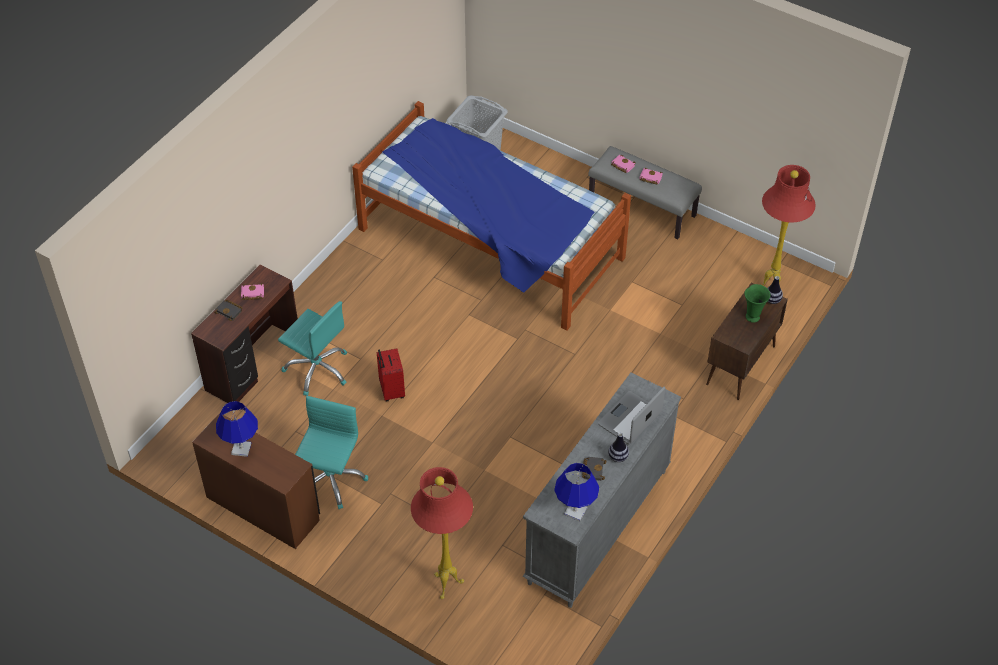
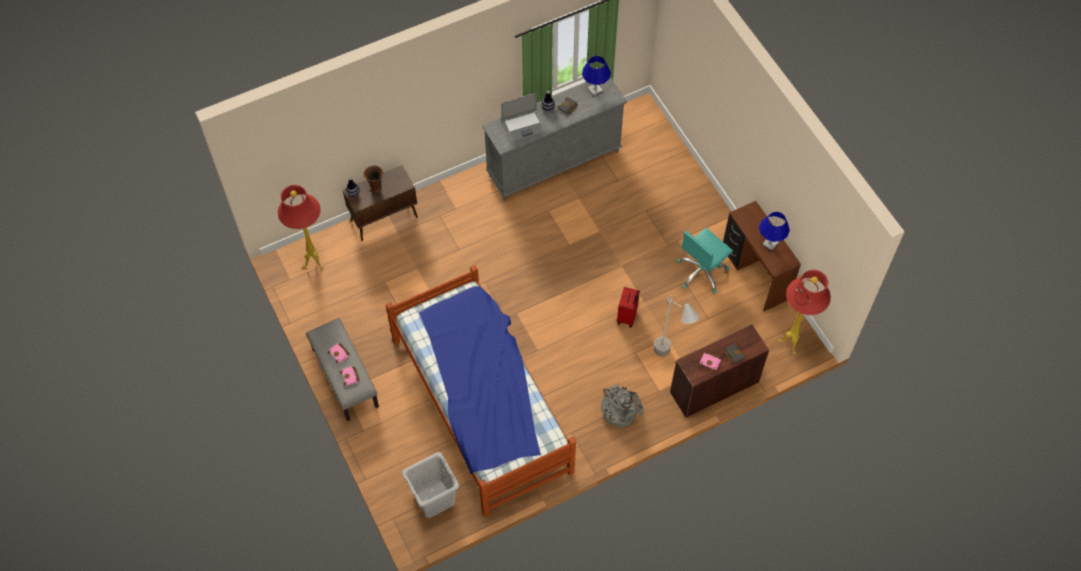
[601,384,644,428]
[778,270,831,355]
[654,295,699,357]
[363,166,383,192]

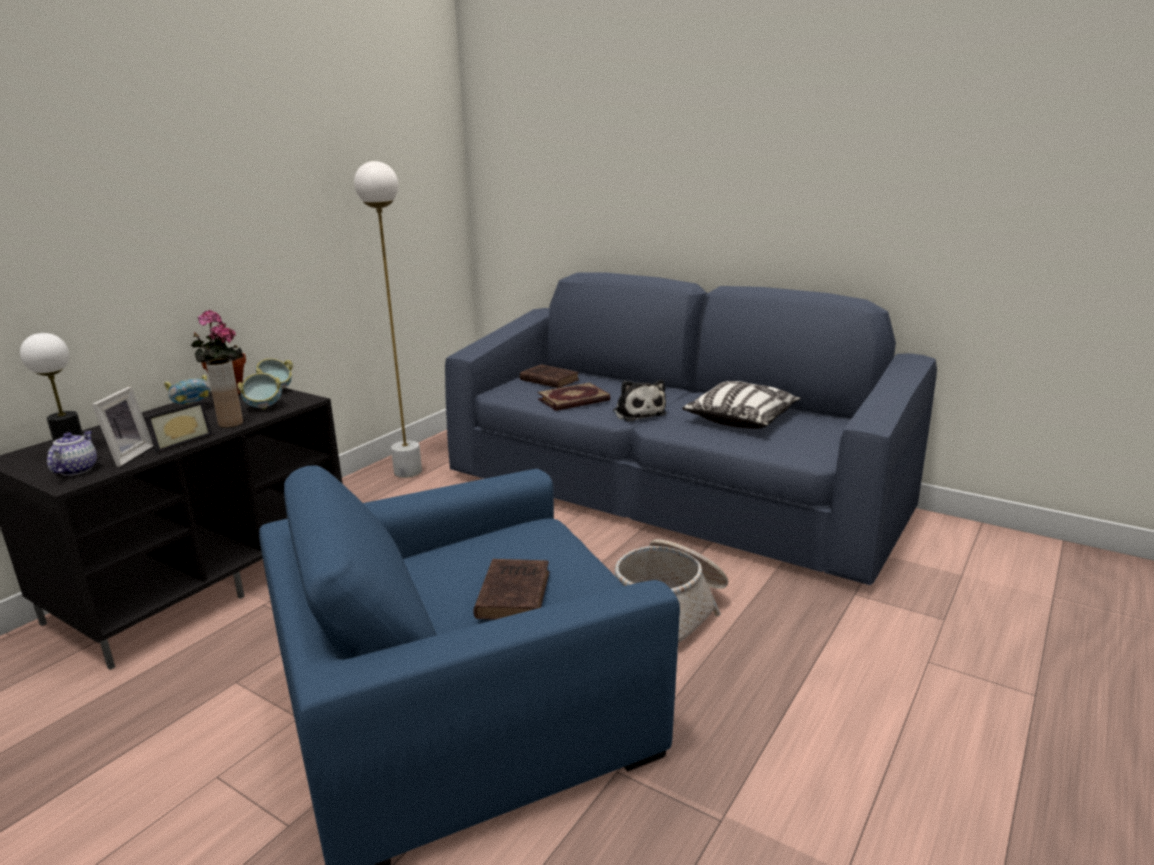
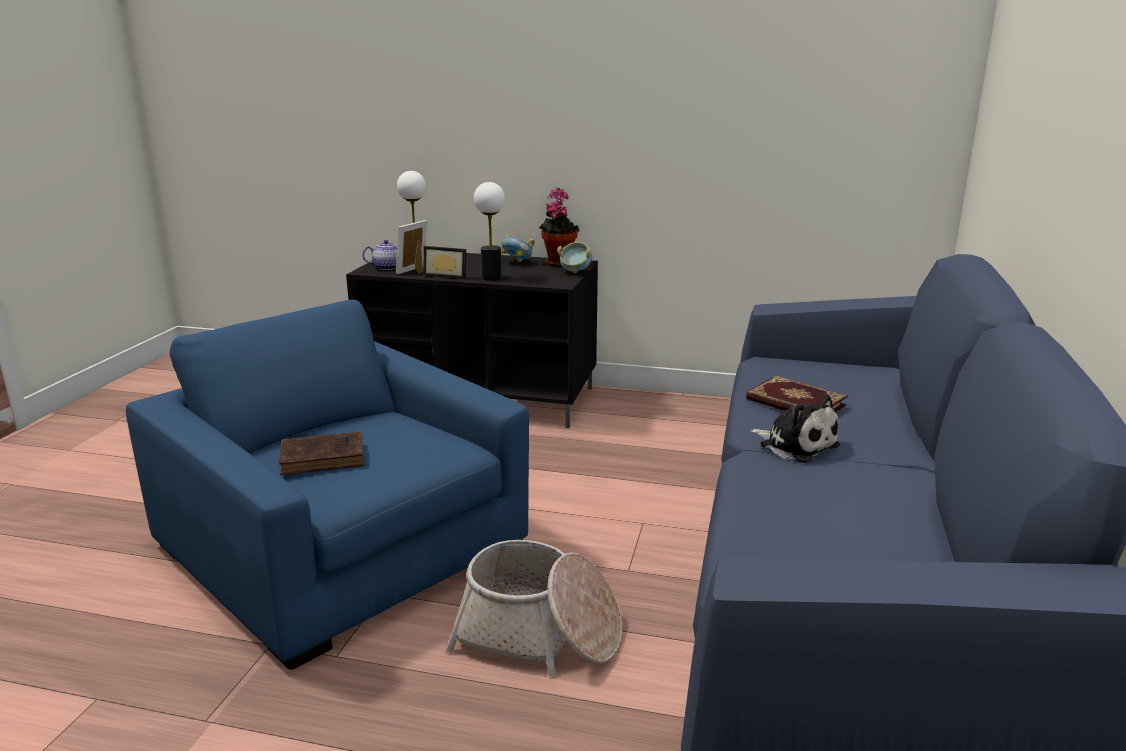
[238,373,282,409] (first image)
[354,161,422,478] (first image)
[520,364,579,388] (first image)
[682,381,801,429] (first image)
[474,182,505,281]
[396,220,427,274]
[750,396,840,463]

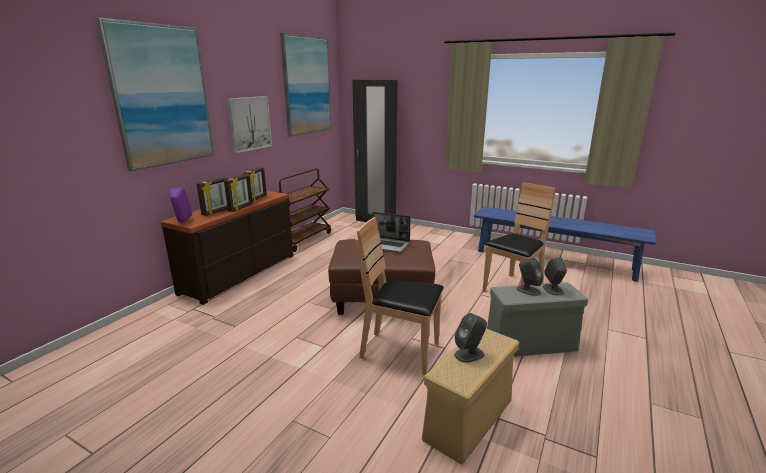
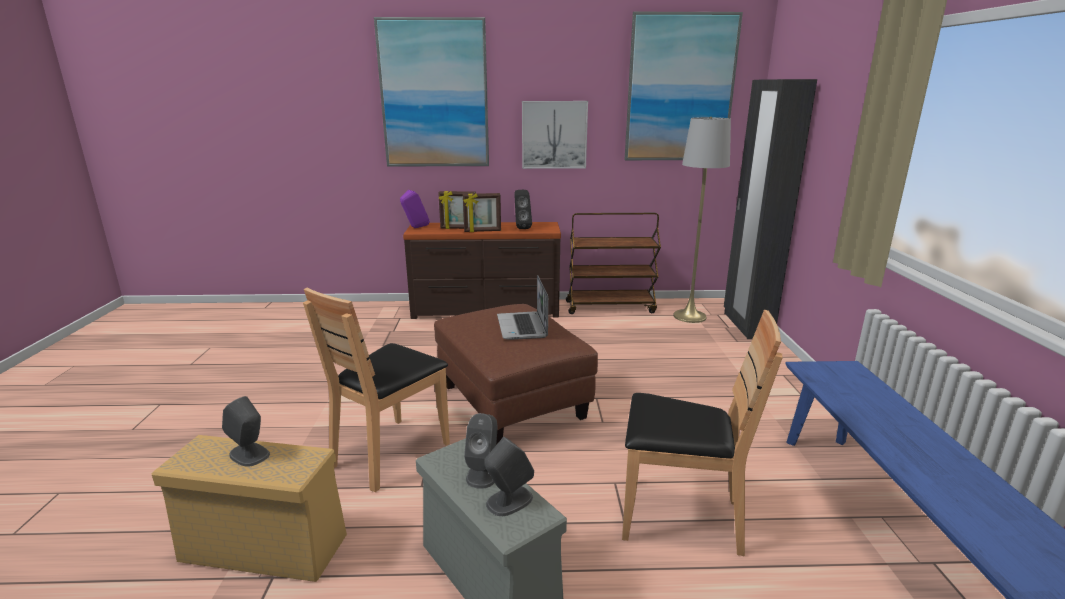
[673,117,731,323]
[514,190,532,229]
[303,288,450,492]

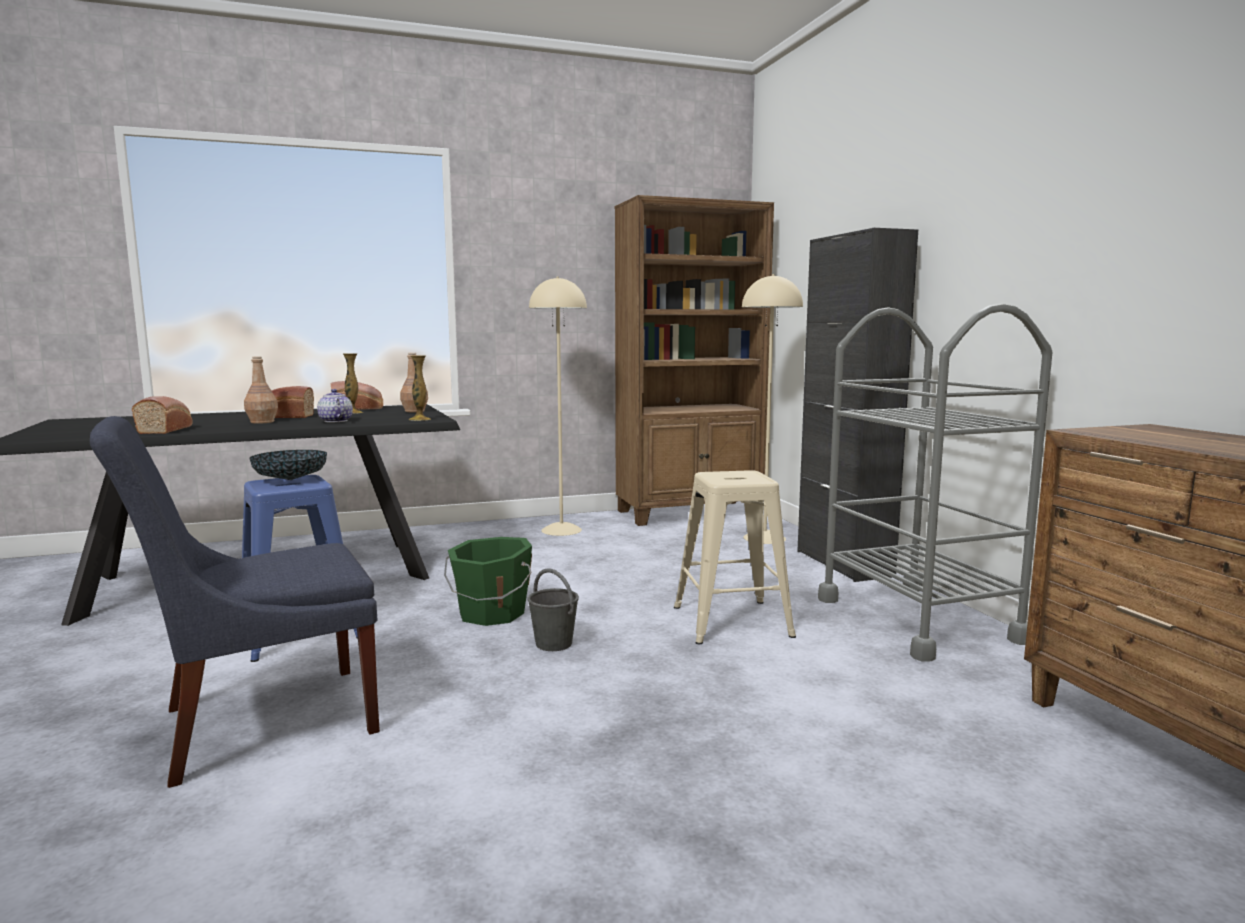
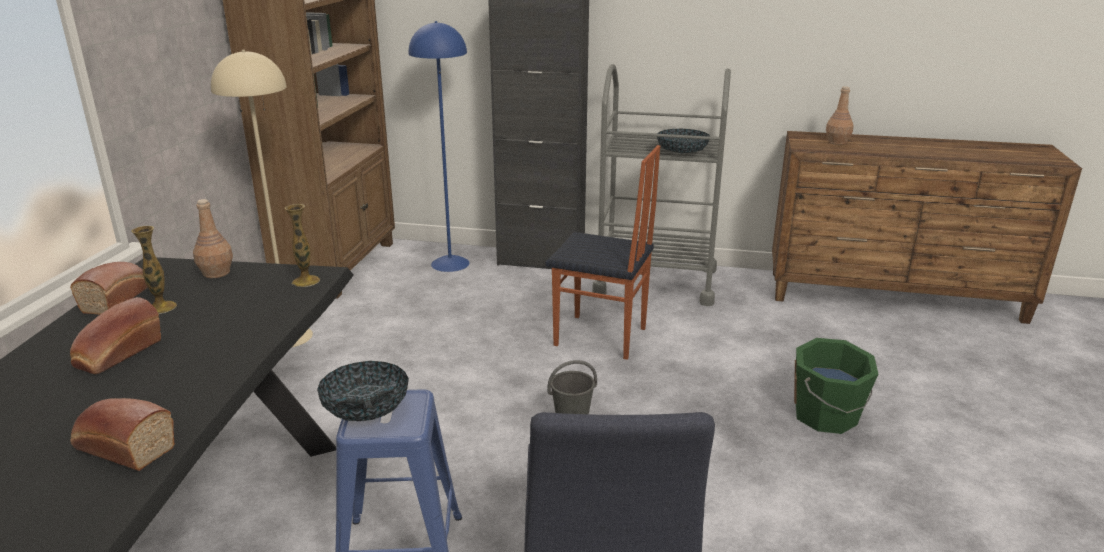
[317,389,353,423] (first image)
[657,129,710,153]
[826,86,854,145]
[794,338,878,434]
[546,145,660,360]
[409,21,469,272]

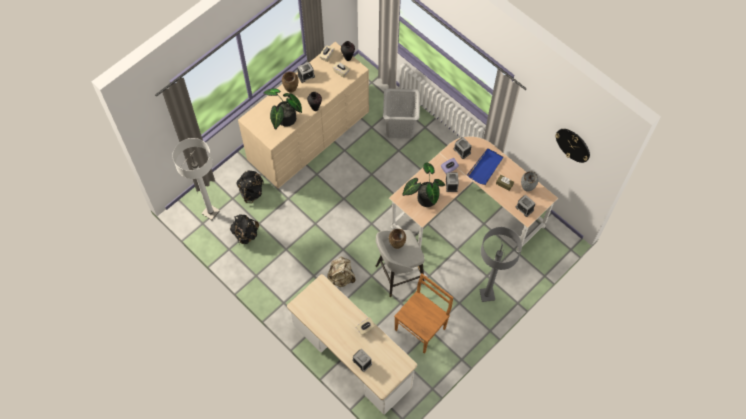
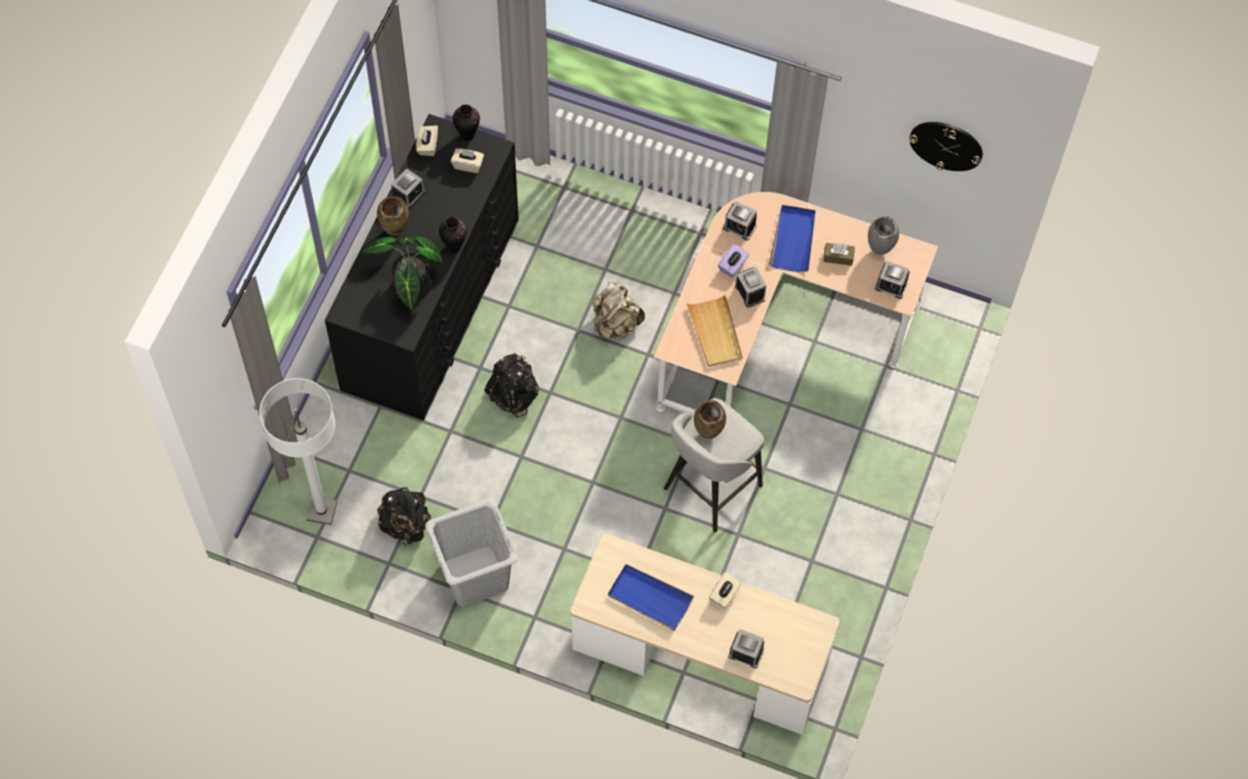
[394,273,453,354] (first image)
[479,227,522,302] (first image)
[608,564,694,631]
[484,353,539,418]
[592,282,645,338]
[425,499,518,607]
[687,294,743,367]
[325,114,519,421]

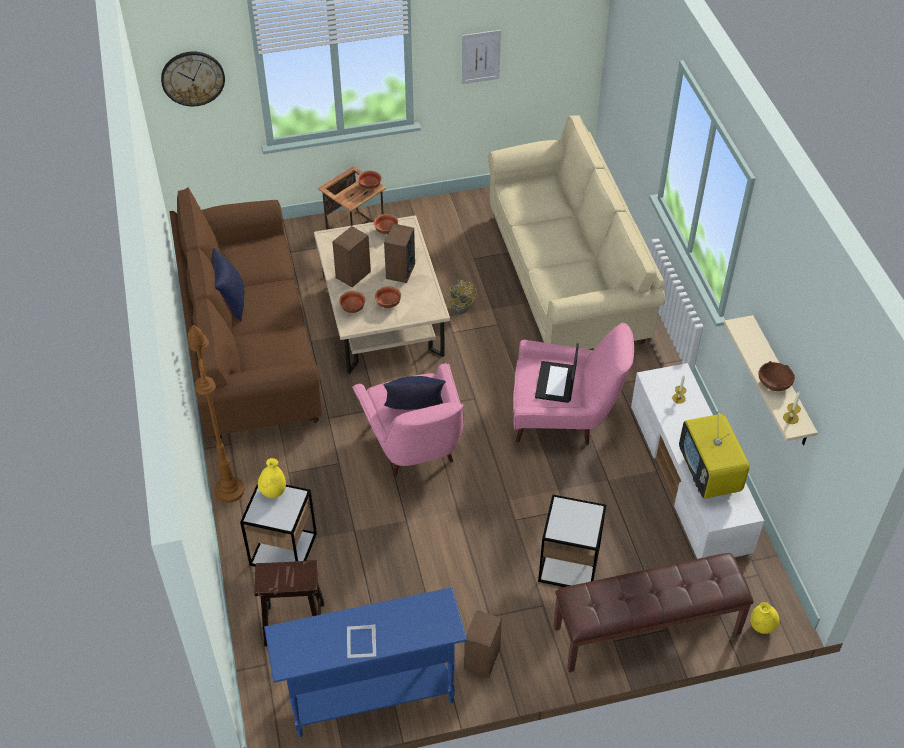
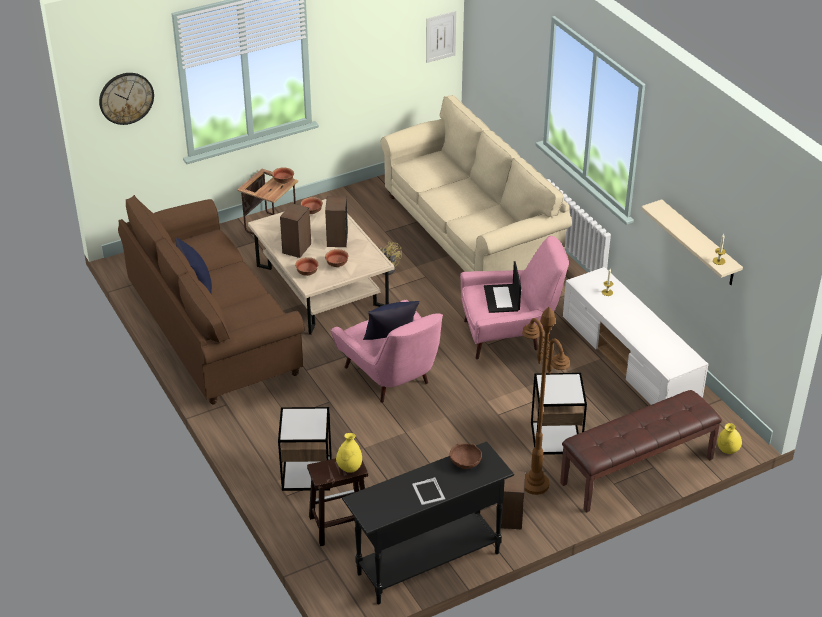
[679,411,750,499] (first image)
[522,307,570,495]
[336,433,362,473]
[426,11,456,63]
[450,443,482,469]
[342,441,514,604]

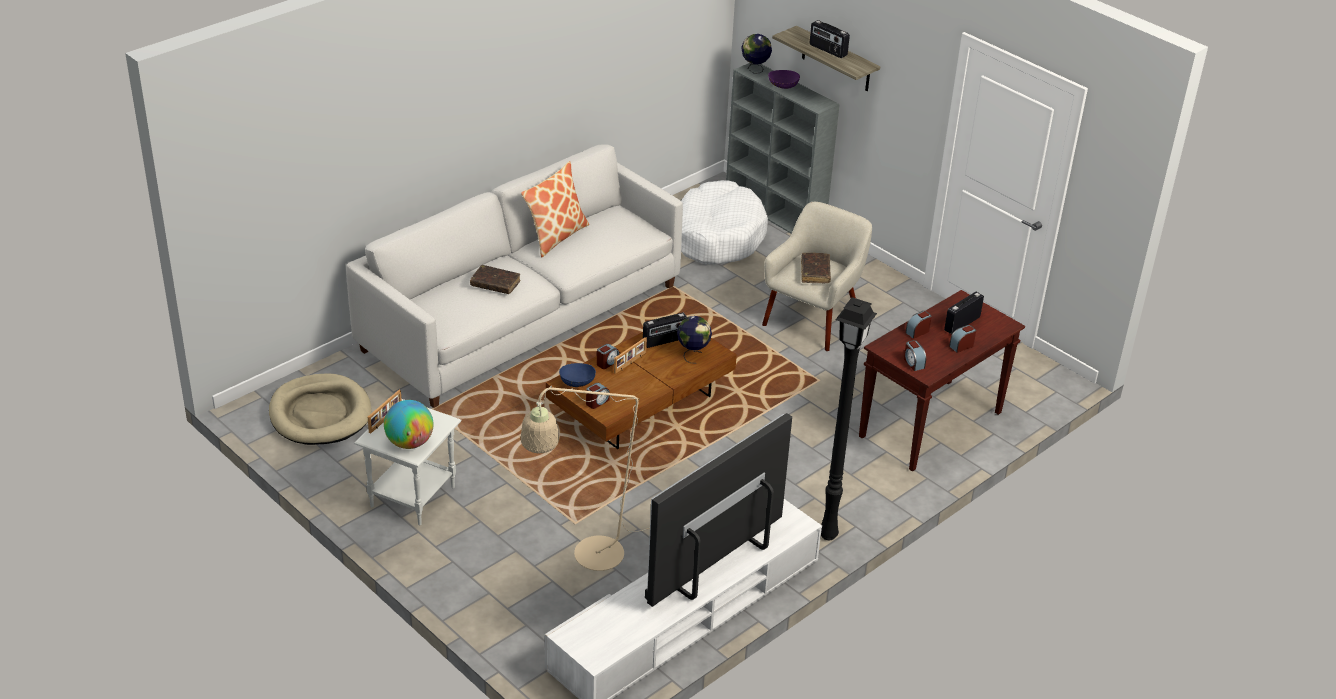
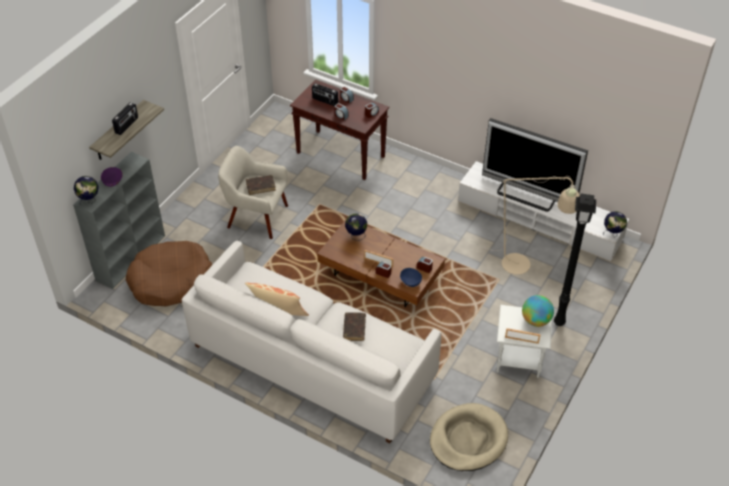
[643,313,687,348] (first image)
[603,211,627,237]
[554,193,596,326]
[126,241,212,306]

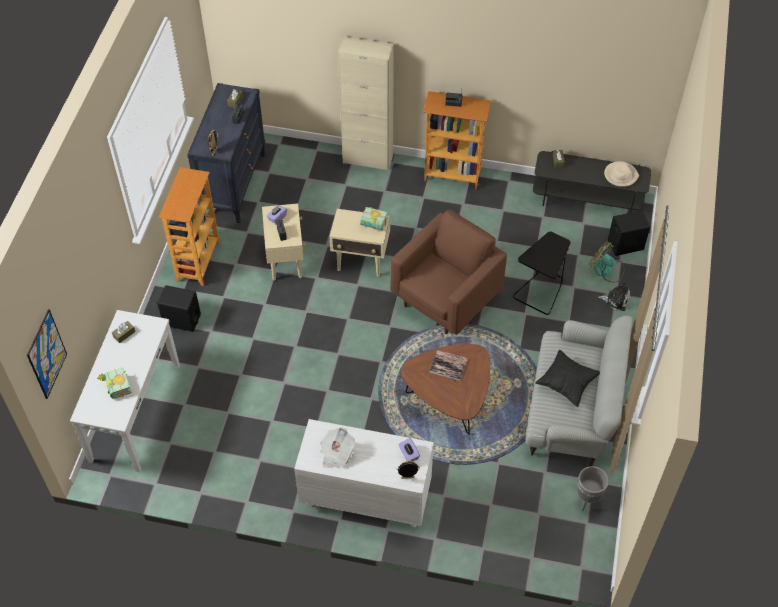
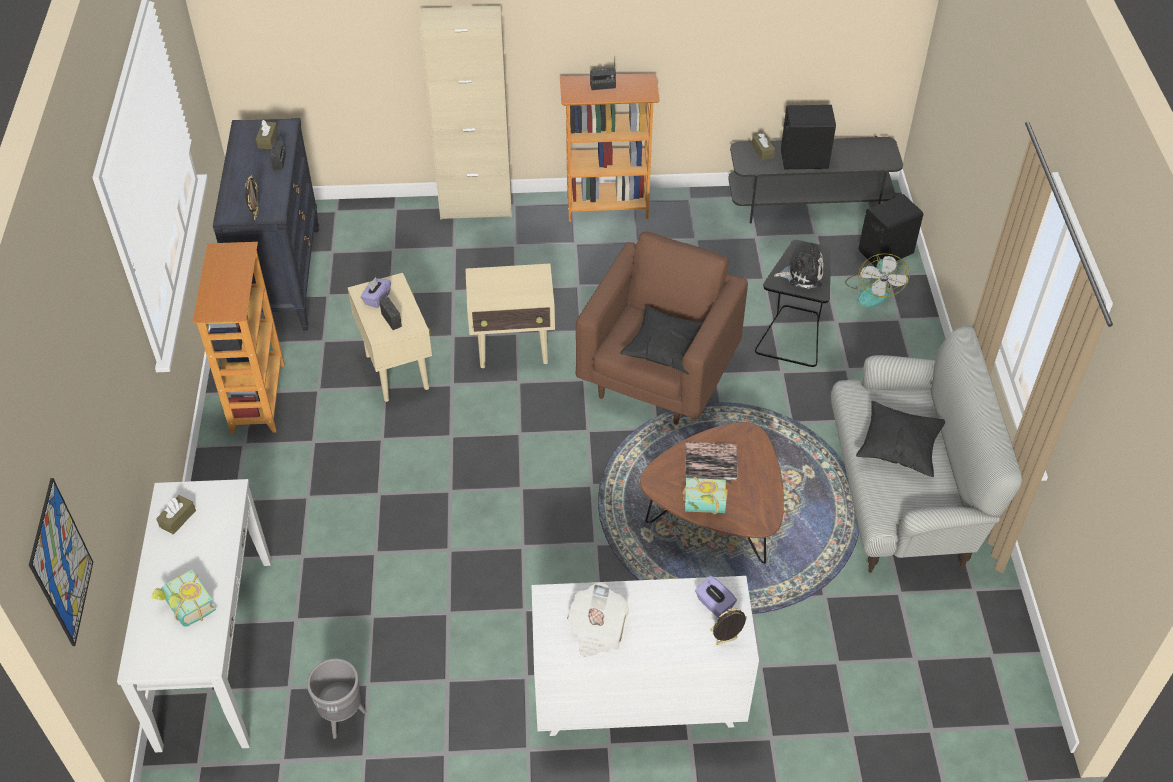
[604,161,639,187] (first image)
[620,306,703,375]
[781,105,836,169]
[683,477,728,514]
[307,658,366,739]
[774,243,824,289]
[845,253,910,307]

